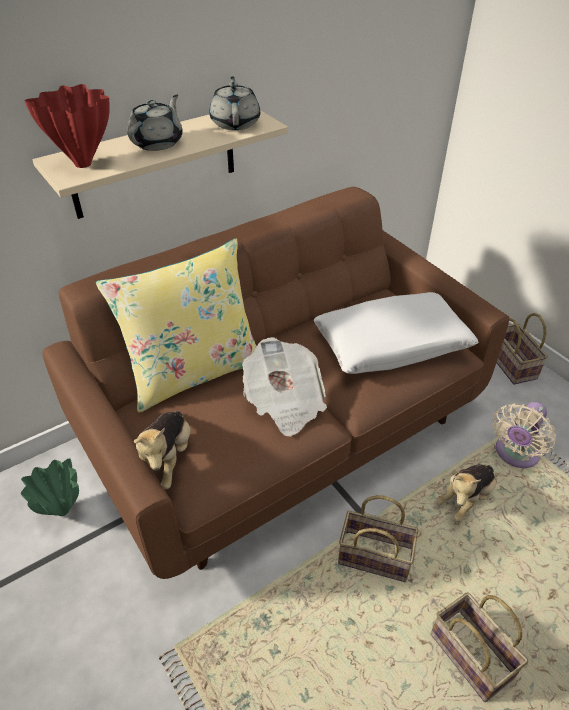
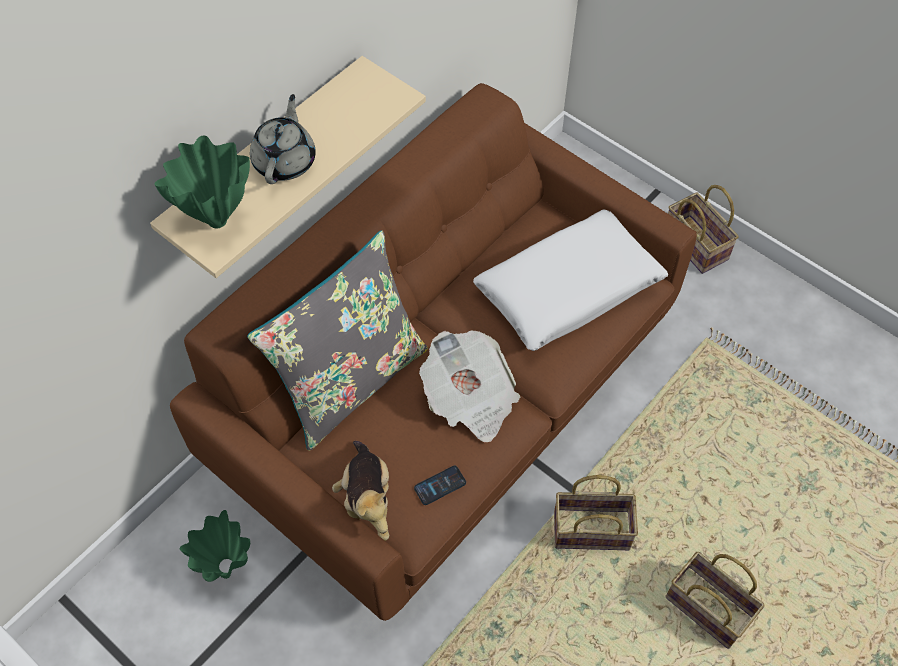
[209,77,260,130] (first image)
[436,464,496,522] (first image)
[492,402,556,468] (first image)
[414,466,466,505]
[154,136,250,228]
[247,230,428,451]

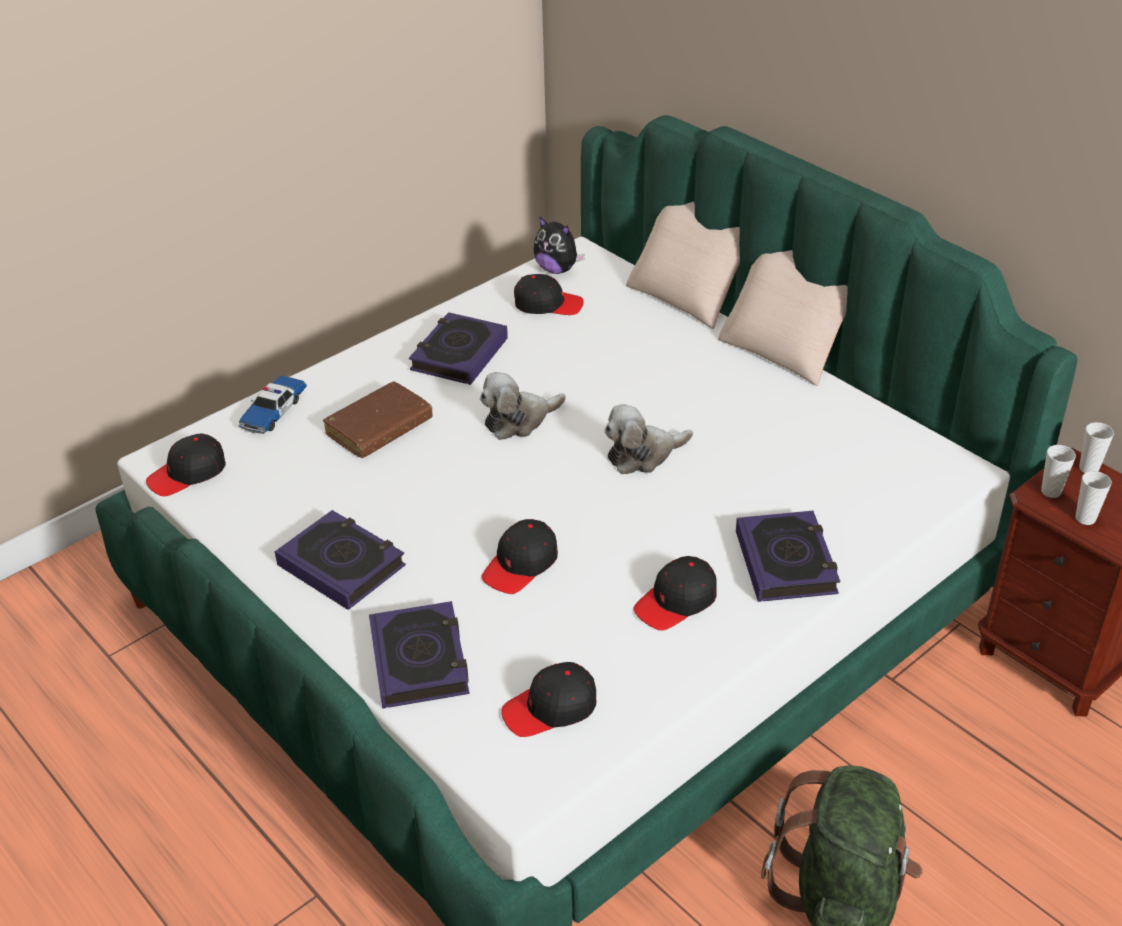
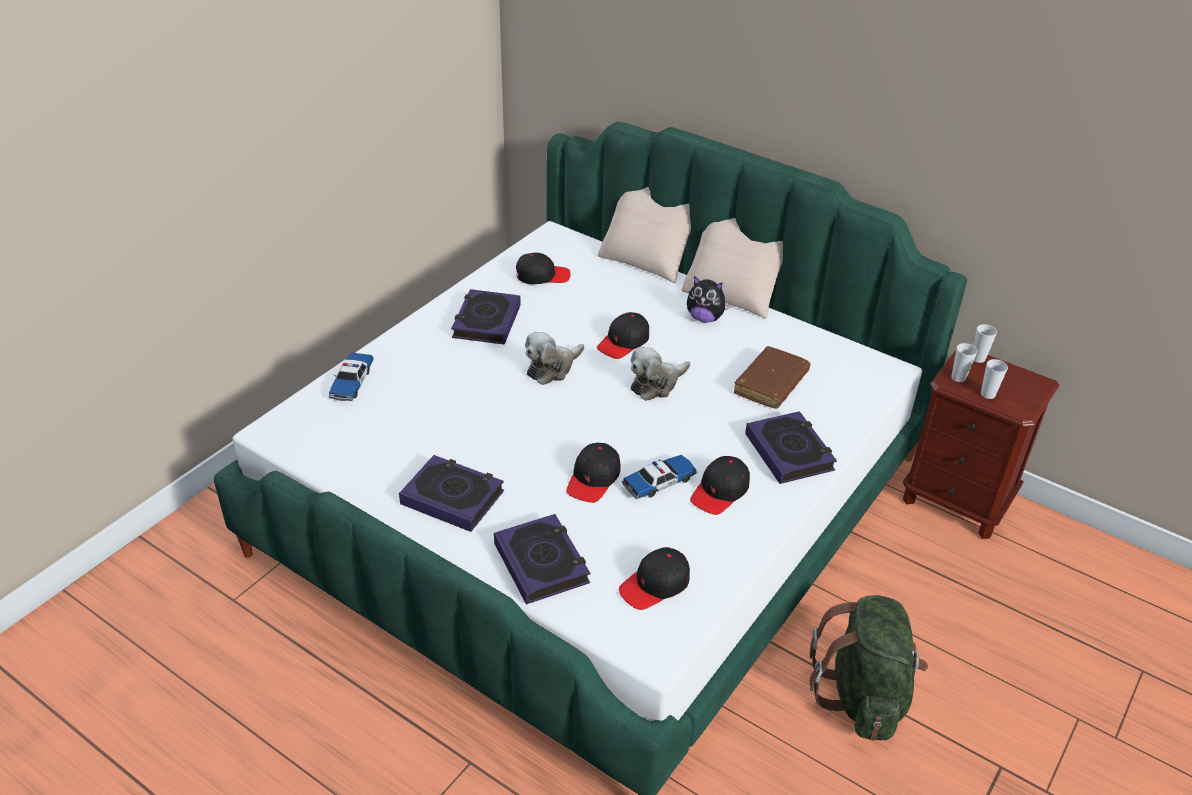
[622,455,697,499]
[597,312,649,359]
[734,346,811,409]
[687,276,731,323]

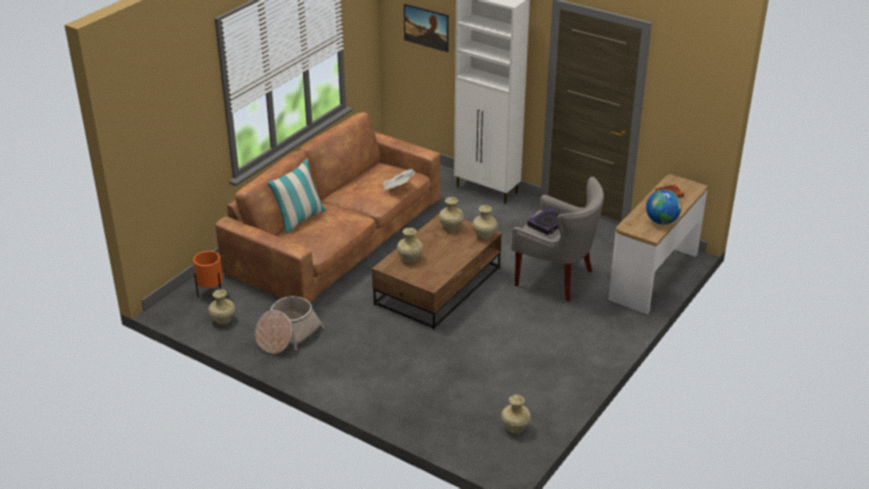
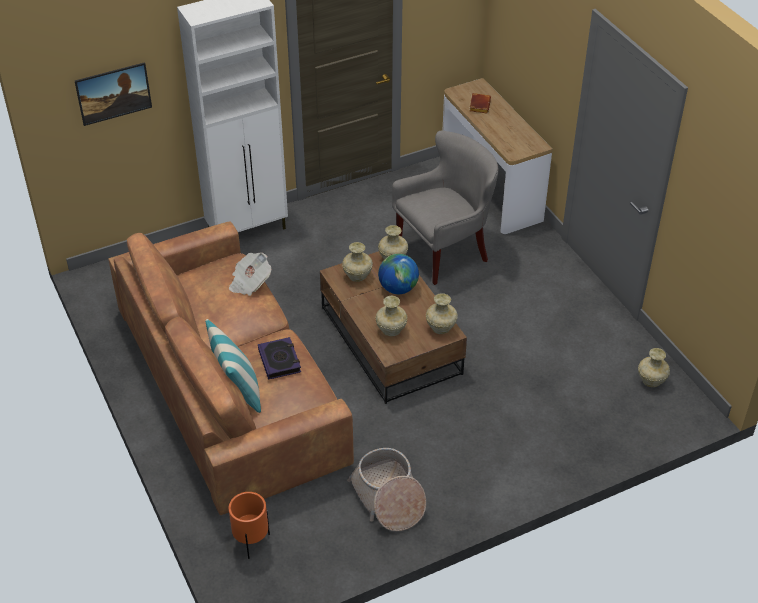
[426,293,458,334]
[258,337,301,380]
[378,254,419,294]

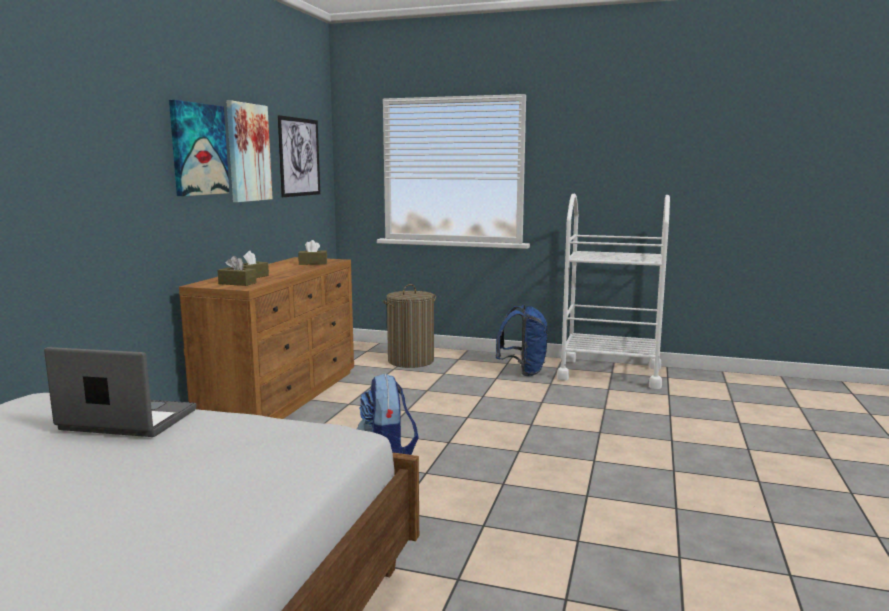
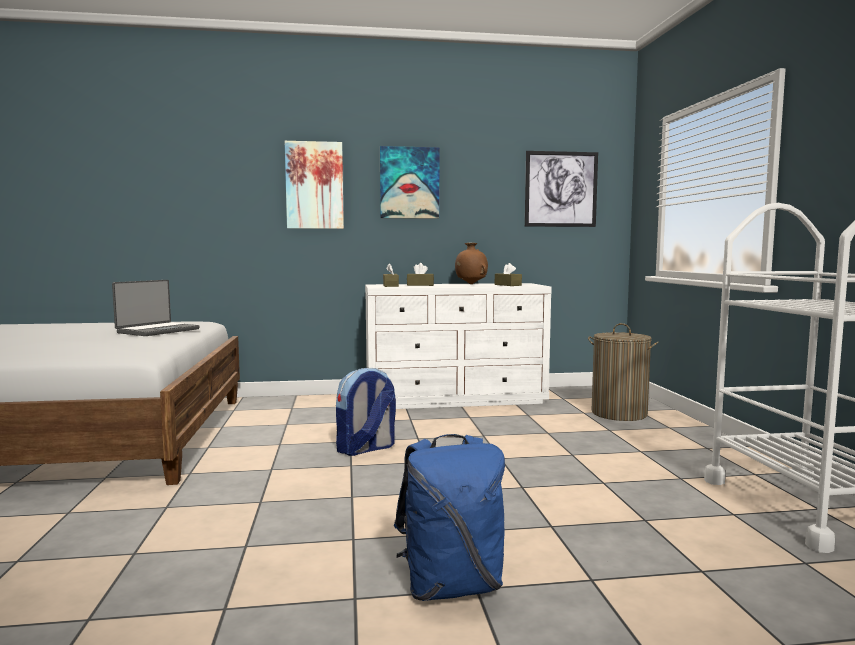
[455,243,488,284]
[285,141,344,229]
[394,434,505,601]
[365,283,552,409]
[112,280,199,336]

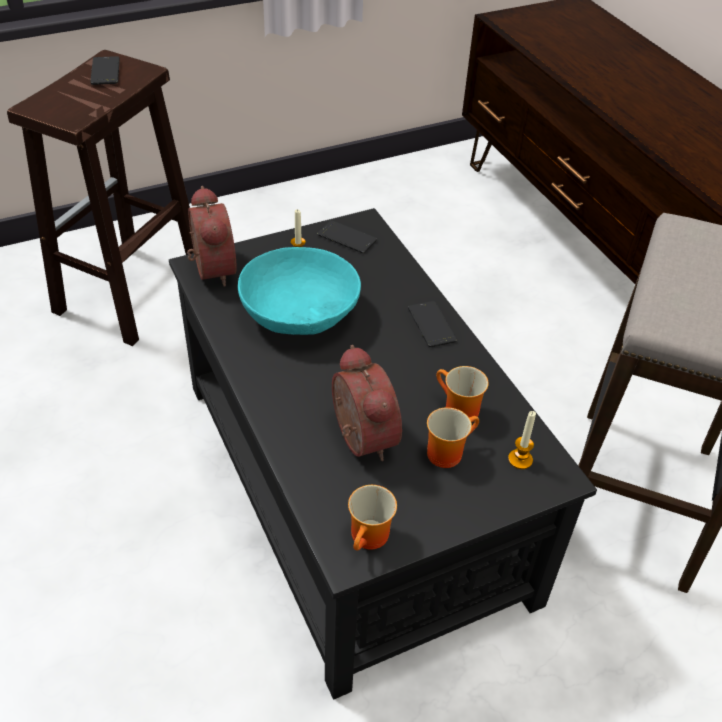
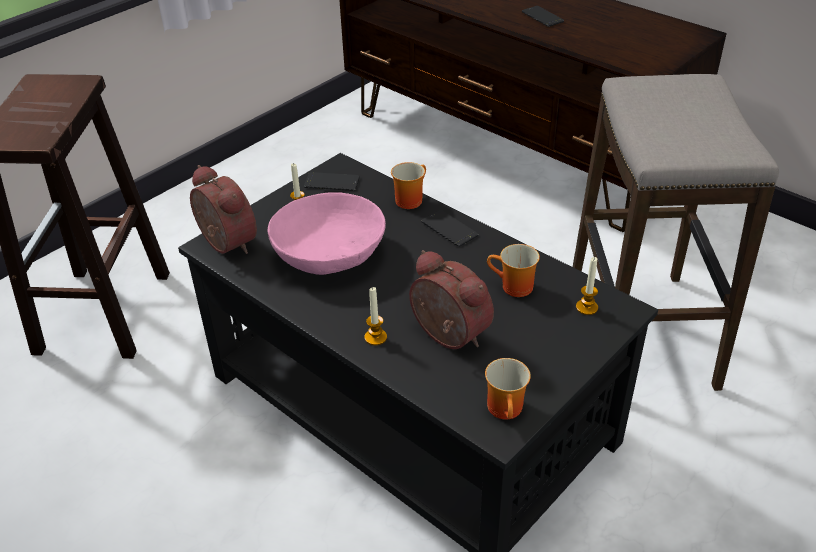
[365,287,387,346]
[522,6,564,27]
[391,162,426,209]
[268,192,386,275]

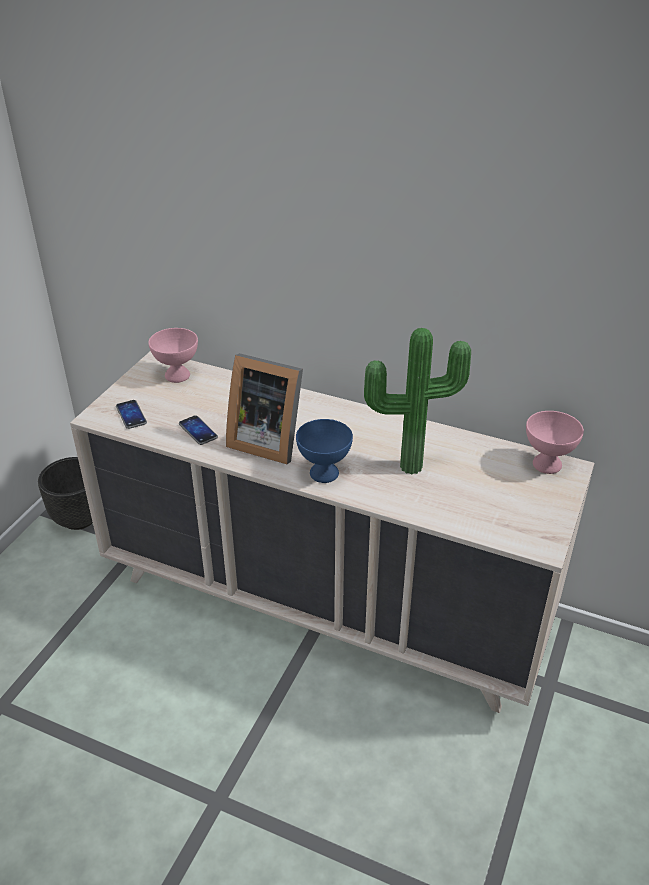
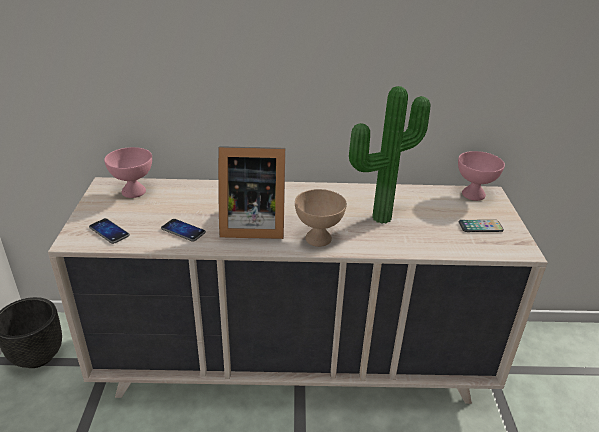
[458,220,504,232]
[295,189,347,247]

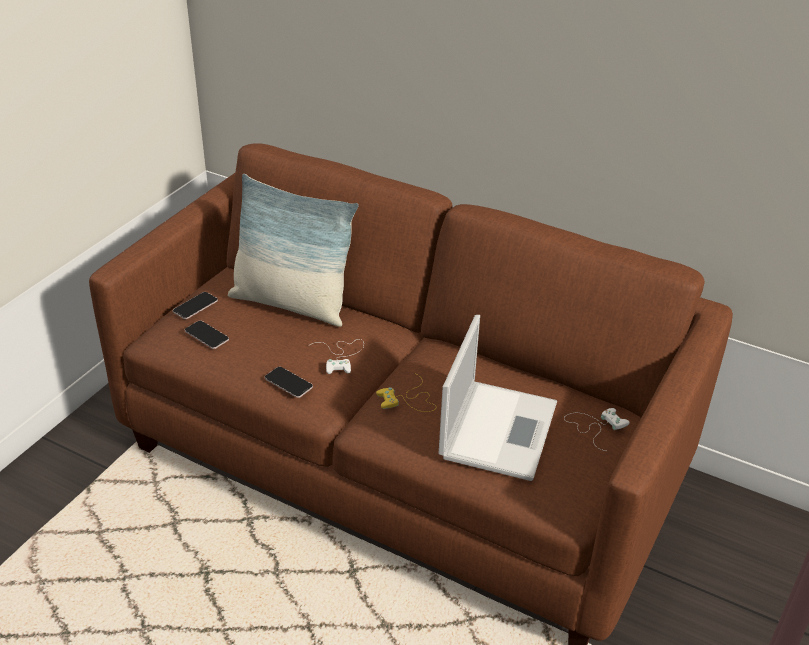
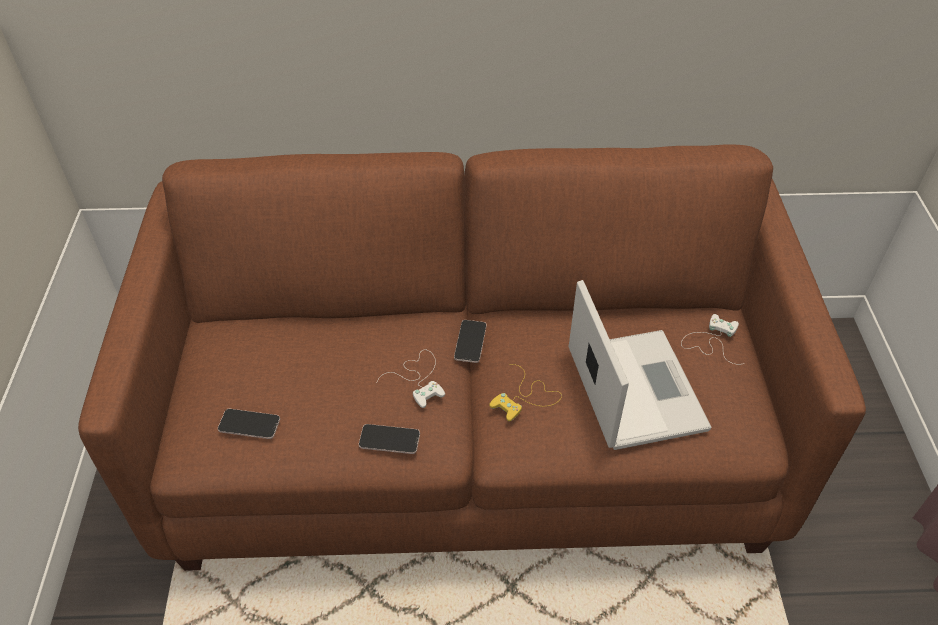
[228,174,359,327] (first image)
[454,320,486,363]

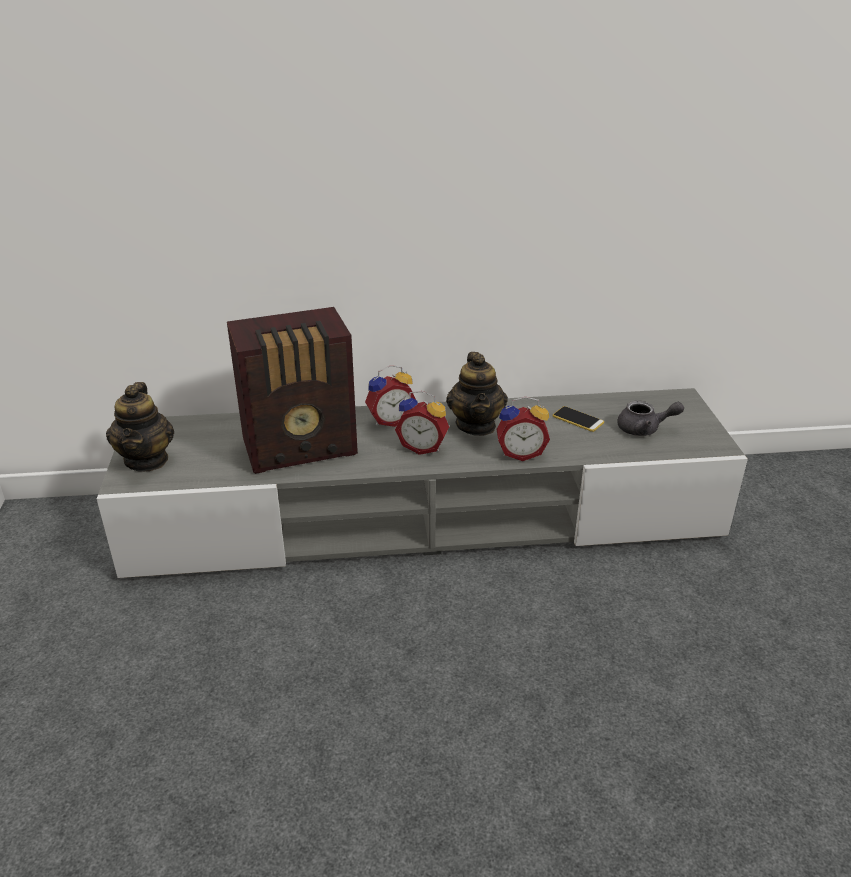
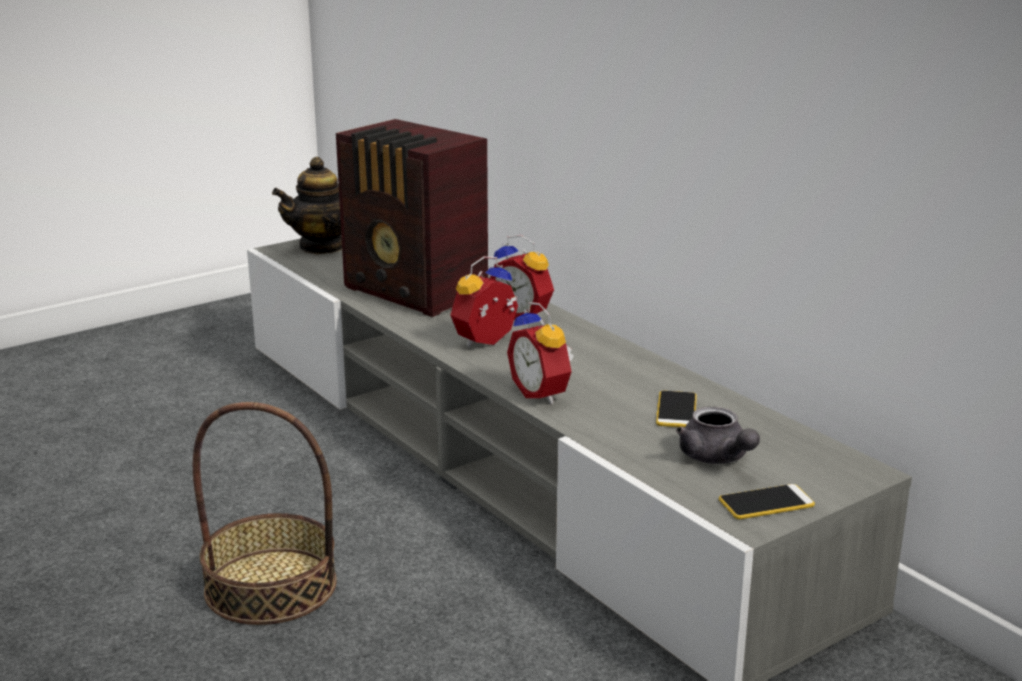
[446,352,508,436] (first image)
[193,402,337,625]
[719,484,815,519]
[450,256,518,347]

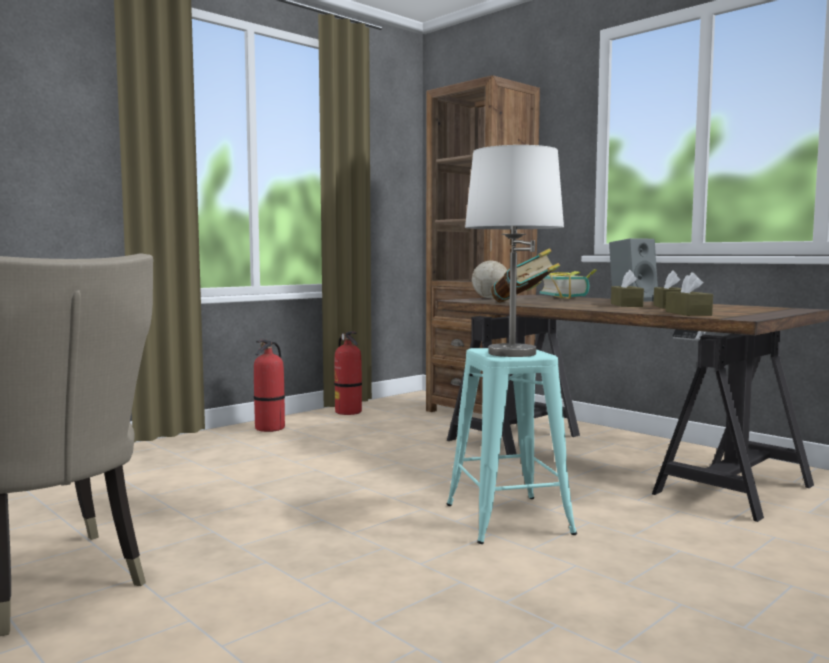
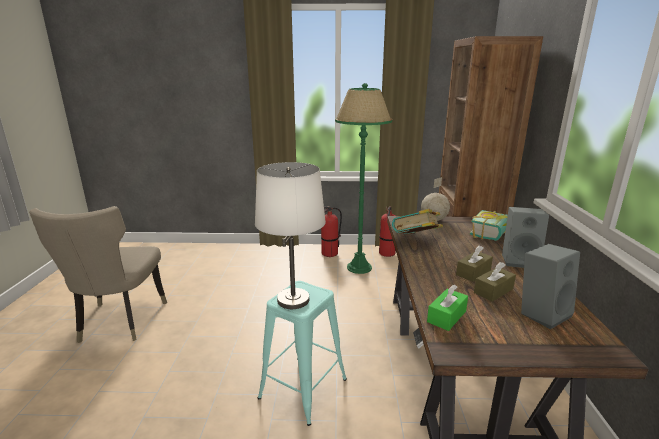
[335,83,392,274]
[521,244,580,329]
[427,284,468,331]

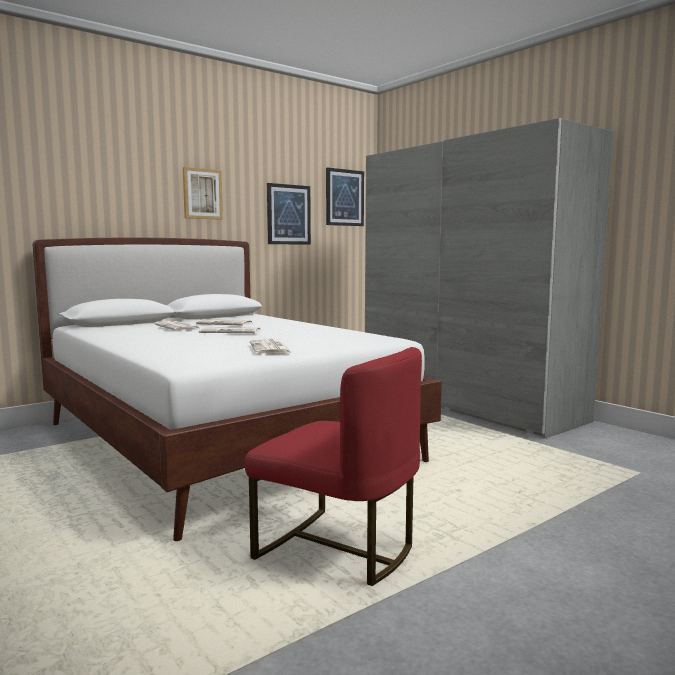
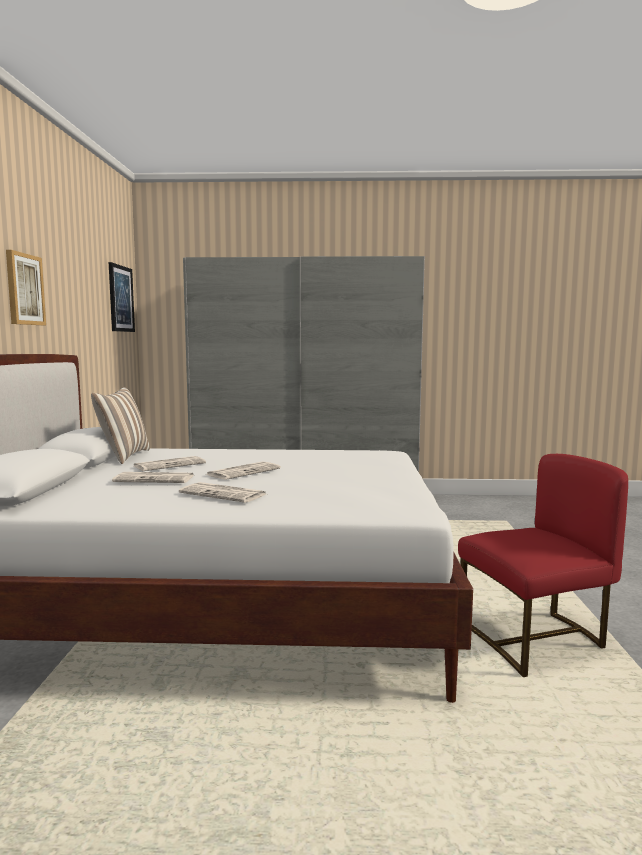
[267,183,311,245] (first image)
[91,387,150,464]
[179,482,266,503]

